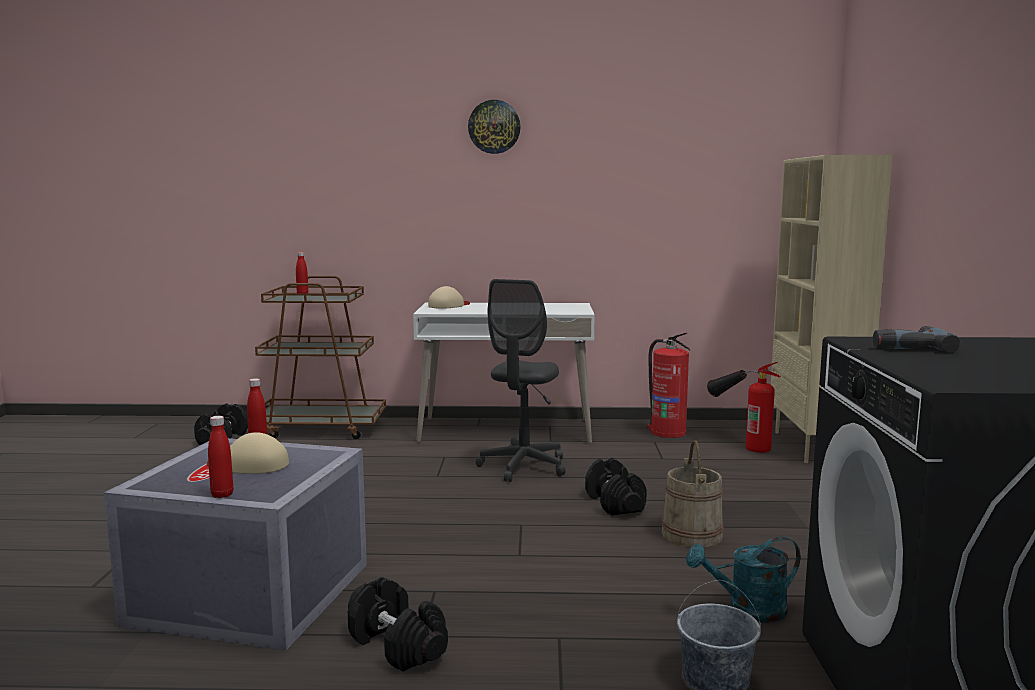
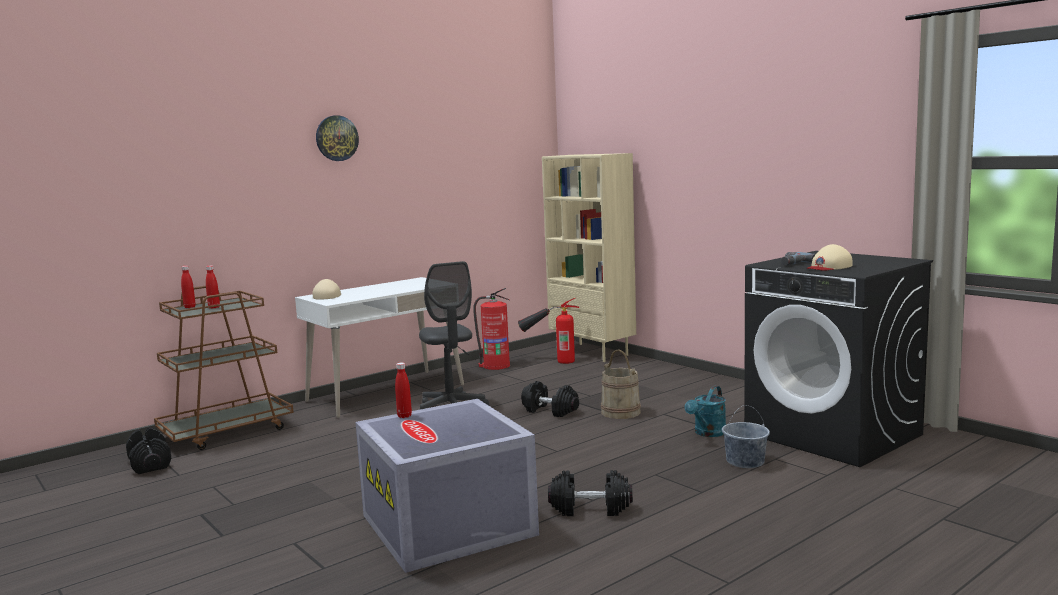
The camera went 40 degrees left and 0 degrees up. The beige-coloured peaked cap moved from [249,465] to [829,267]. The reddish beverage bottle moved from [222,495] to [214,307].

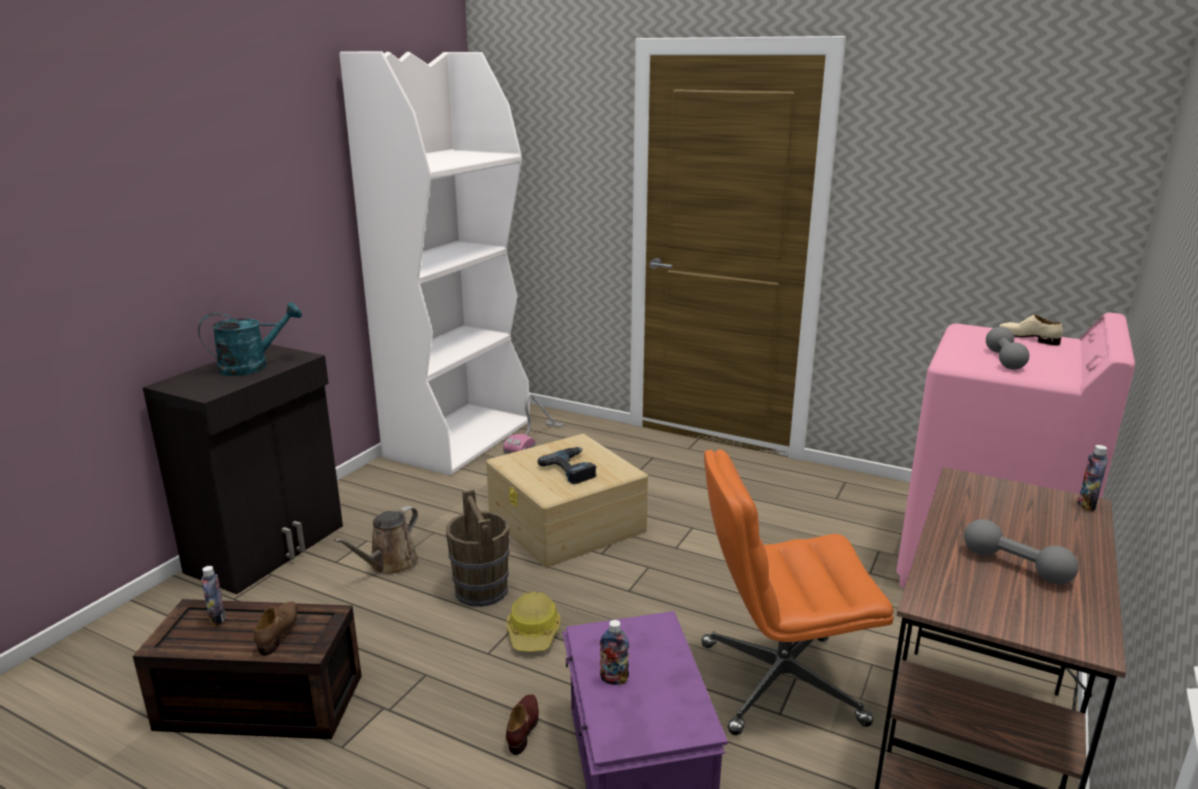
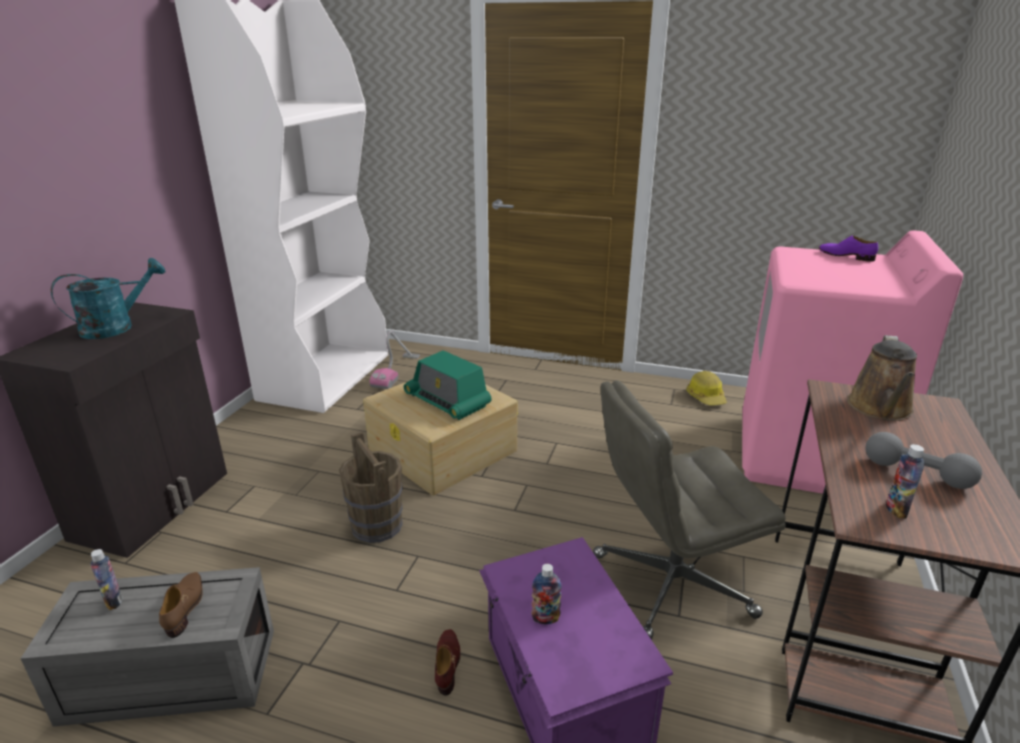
The camera went 10 degrees left and 5 degrees up. The grey free weight at [1004,360] disappeared. The brownish sprinkling can moved from [390,564] to [880,409]. The work helmet moved from [534,633] to [706,397]. The beverage bottle moved from [1086,505] to [896,510]. The electric drill at [573,469] was replaced by the radio set at [447,401]. The brownish storage container at [257,704] became the grey storage container at [167,678]. The orangey computer chair at [778,683] became the grey computer chair at [670,586]. The beige-coloured shoe at [1028,338] became the purple shoe at [846,256].

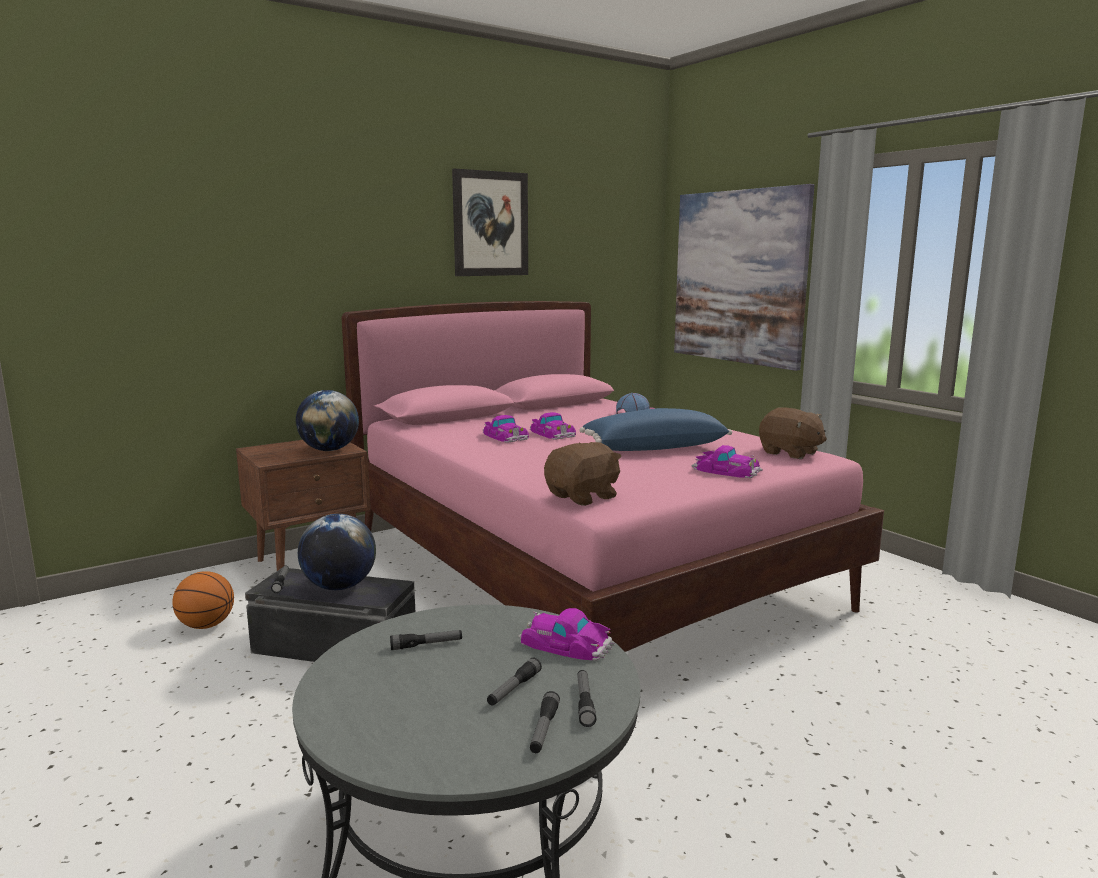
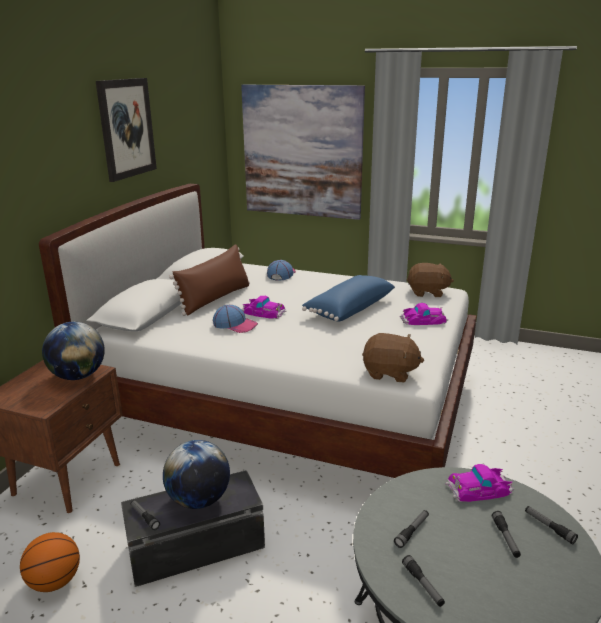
The camera went 35 degrees left and 10 degrees up. The brownish pillow at [215,298] appeared. The torch moved from [544,729] to [423,585]. The miniature car at [504,436] was replaced by the peaked cap at [235,325]. The pinkish bedroom bed at [585,570] became the white-coloured bedroom bed at [288,404]. The brownish cuddly toy at [583,497] turned 90 degrees clockwise.

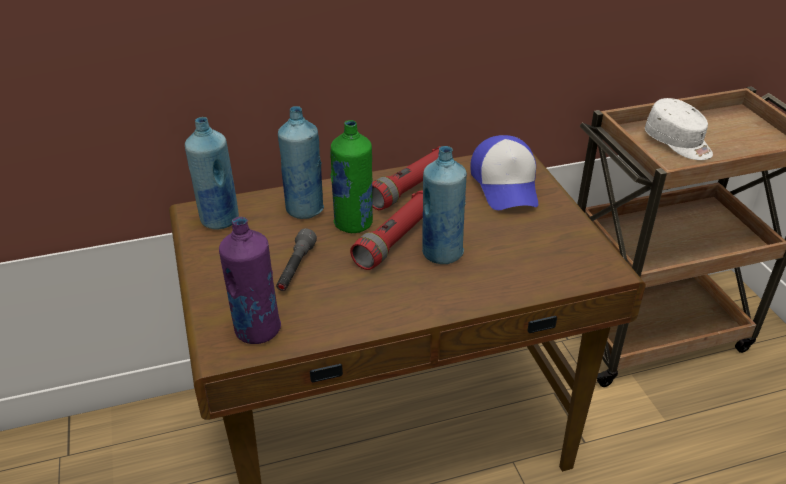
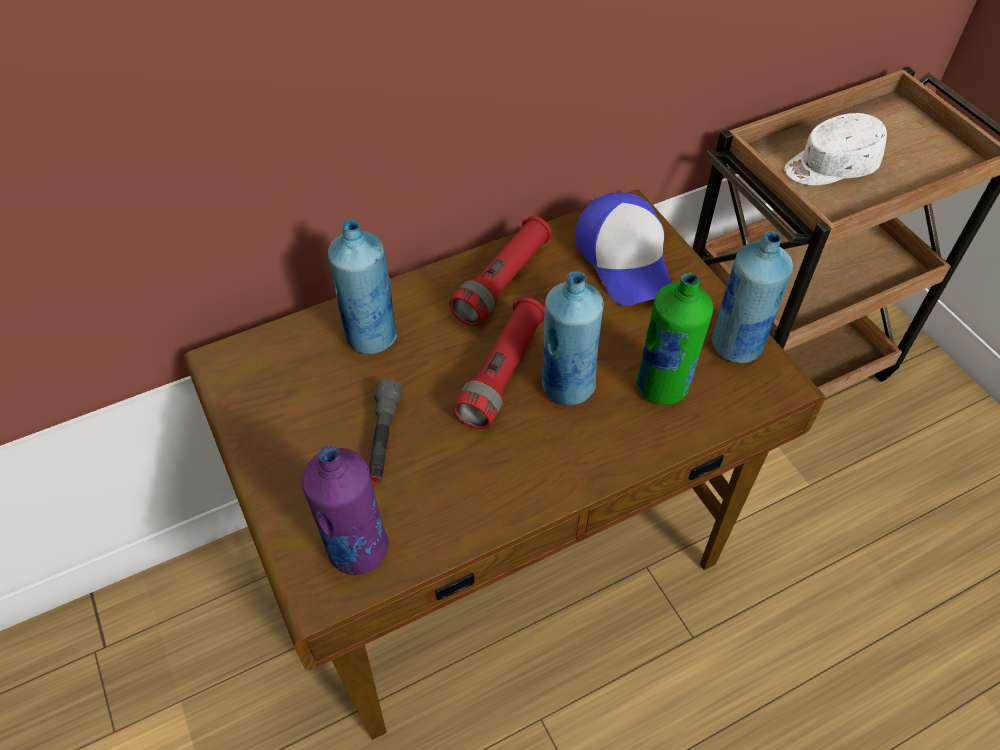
The camera went 10 degrees left and 15 degrees up. The blue-coloured beverage bottle moved from [219,220] to [736,346]. The greenish beverage bottle moved from [353,224] to [662,386]. The white-coloured peaked cap at [678,143] turned 120 degrees clockwise.

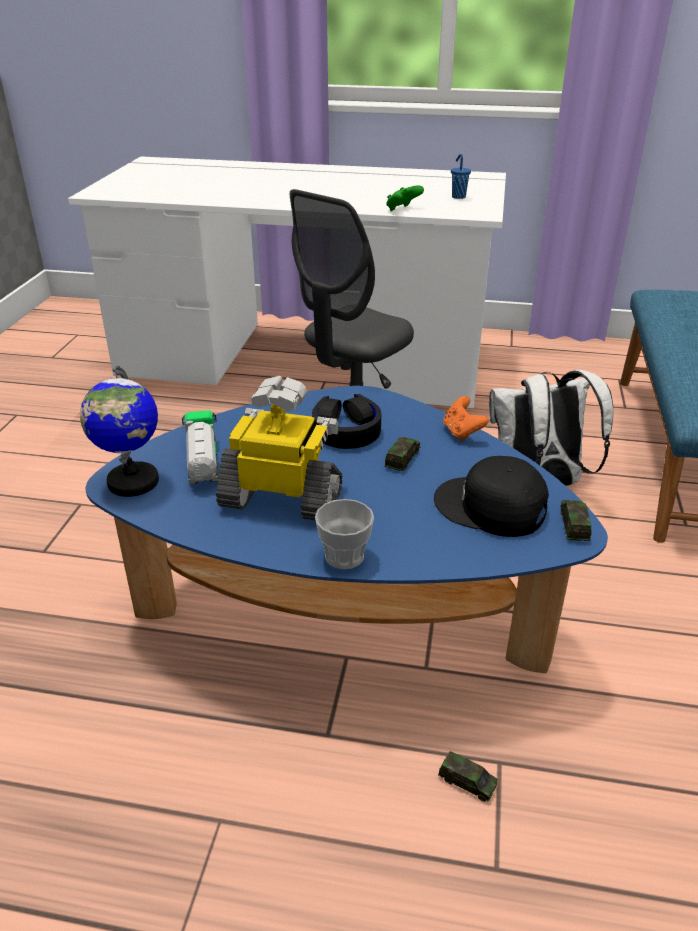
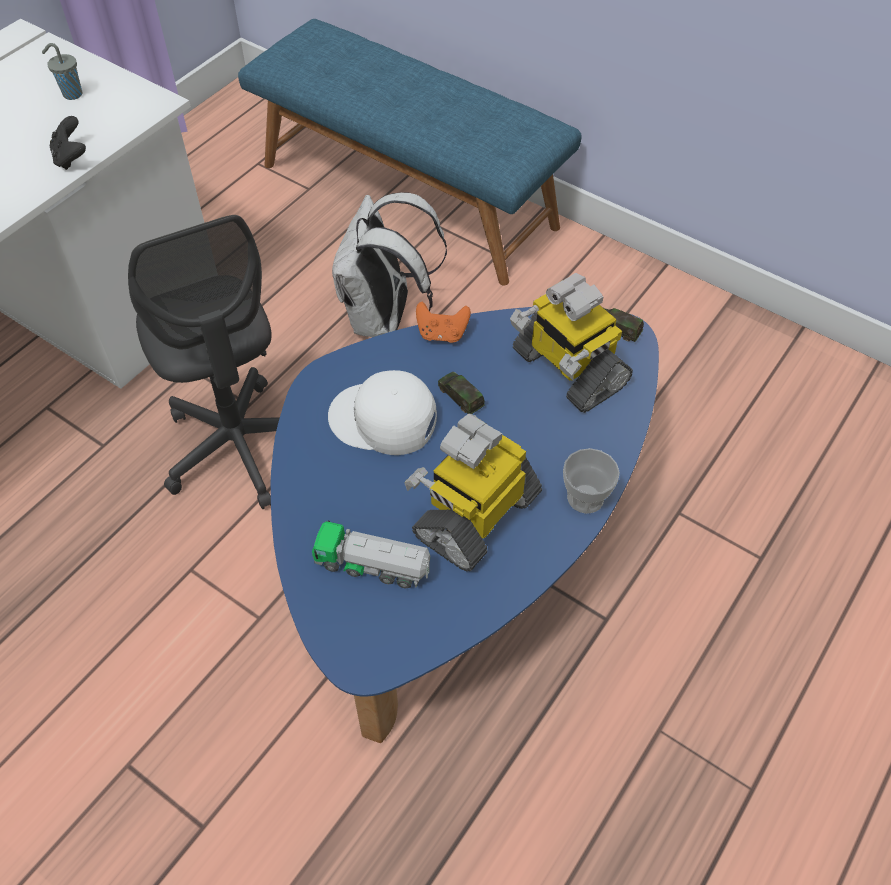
The camera went 65 degrees left and 20 degrees up. The world globe at [132,482] disappeared. The miniature car at [467,782] disappeared. The black headset at [346,430] was replaced by the white-coloured peaked cap at [383,420]. The black peaked cap at [490,507] was replaced by the model robot at [567,369]. The greenish joypad at [402,210] became the black joypad at [71,158]. The blue-coloured drinking cup at [458,197] became the grey drinking cup at [71,94].

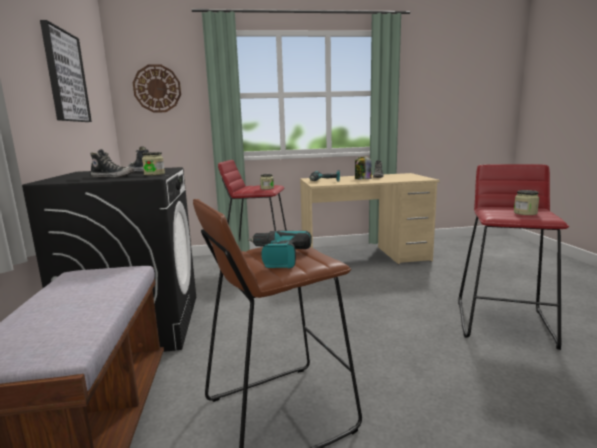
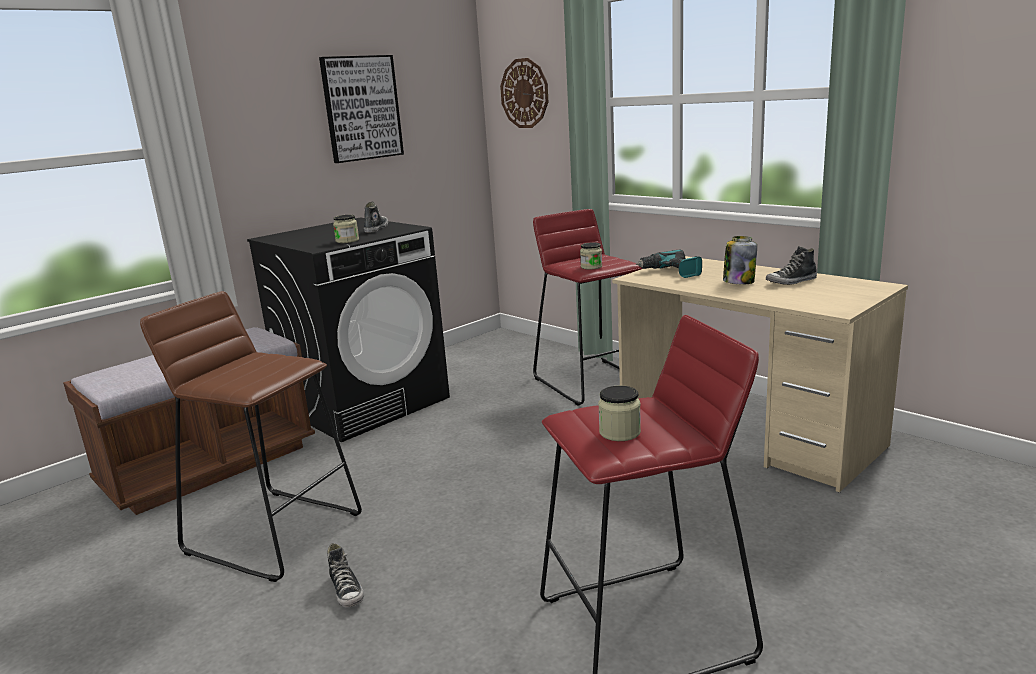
The camera went 55 degrees right and 5 degrees up. The electric drill at [277,257] disappeared. The shoe moved from [113,176] to [347,591].

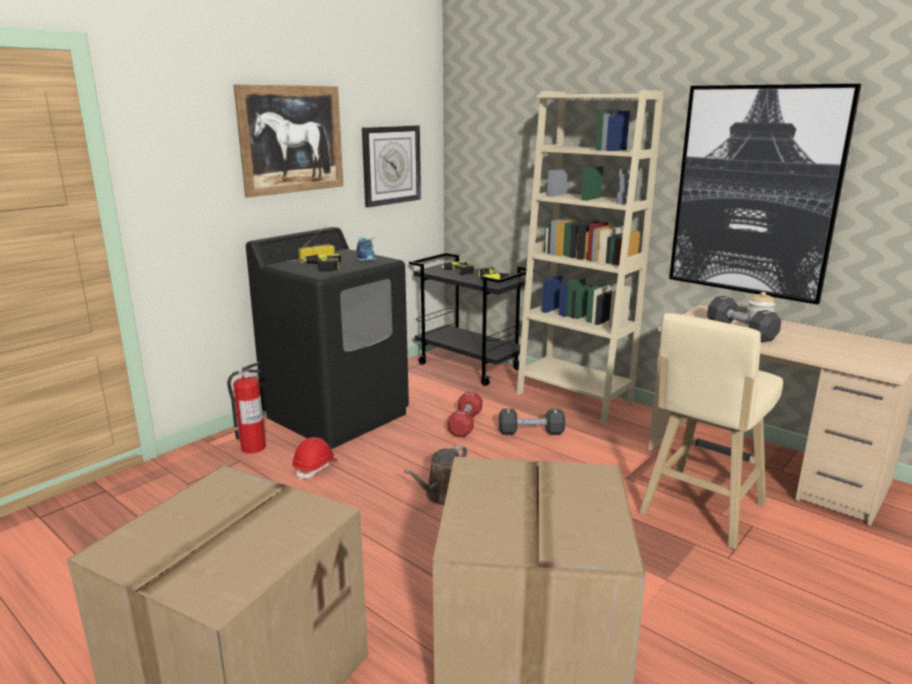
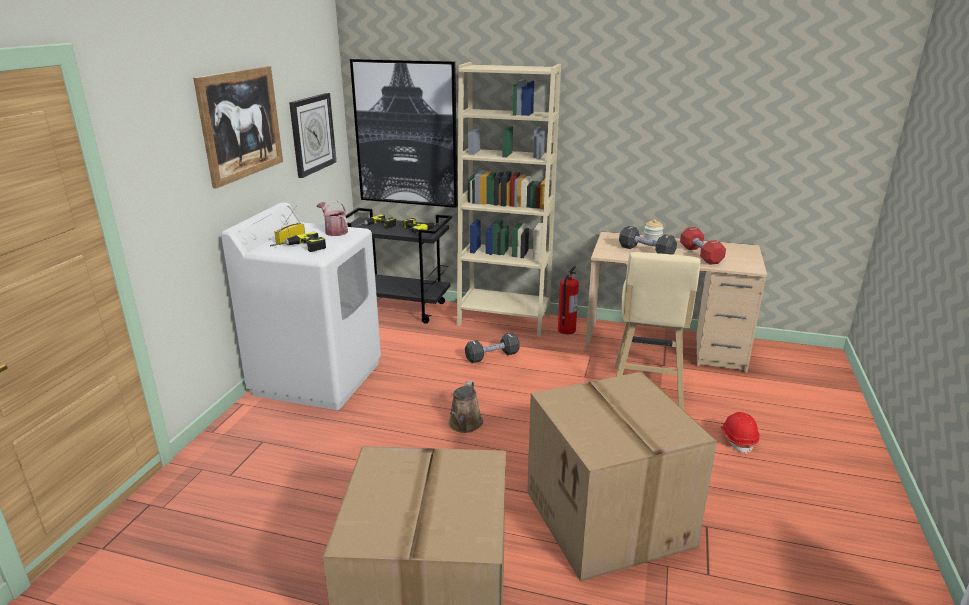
The camera went 25 degrees left and 5 degrees up. The fire-fighting cylinder moved from [252,447] to [566,330]. The reddish work helmet moved from [316,467] to [738,439]. The reddish free weight moved from [465,424] to [700,255]. The wall picture moved from [755,192] to [406,134]. The shoe at [366,258] was replaced by the sprinkling can at [334,231]. The black laundry machine at [337,415] became the white-coloured laundry machine at [318,377].

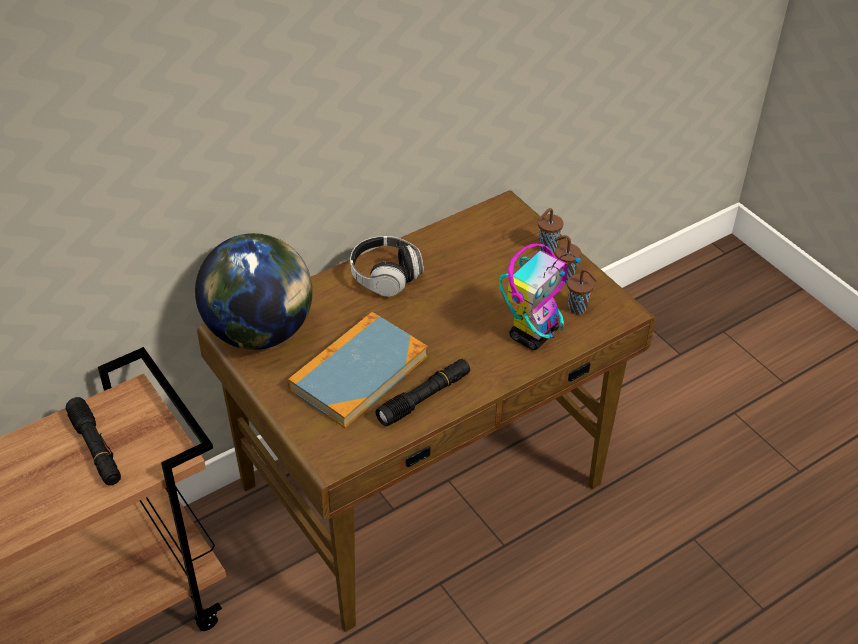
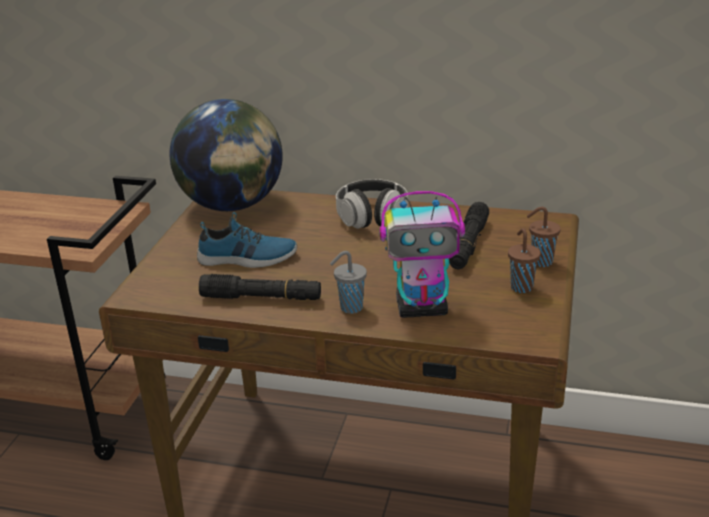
The camera went 50 degrees right and 15 degrees down. The brownish drinking cup at [578,309] disappeared. The grey drinking cup at [350,308] appeared. The black torch moved from [95,448] to [468,244]. The book at [358,372] was replaced by the shoe at [247,258].

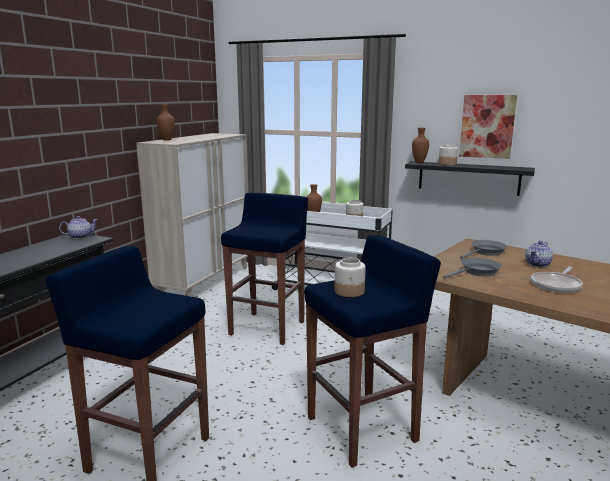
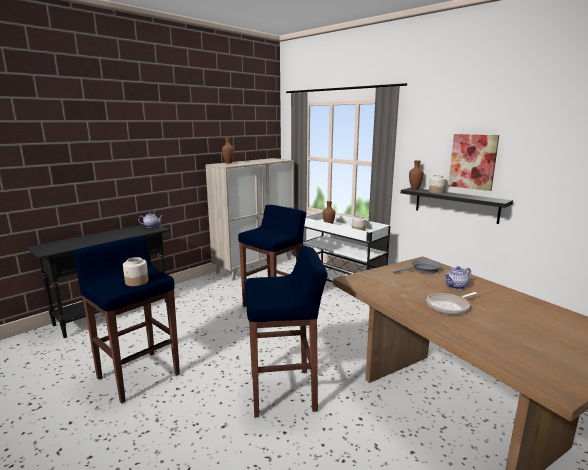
The camera went 20 degrees right and 0 degrees up. The grey frying pan at [477,272] disappeared. The preserve jar moved from [349,291] to [137,282].

